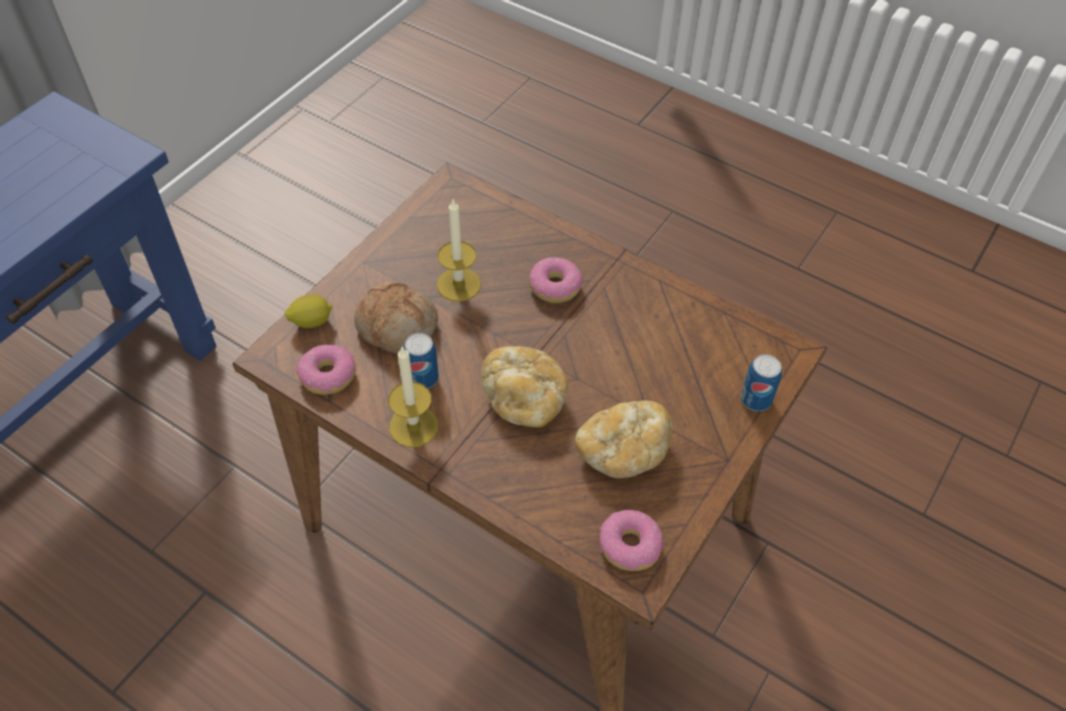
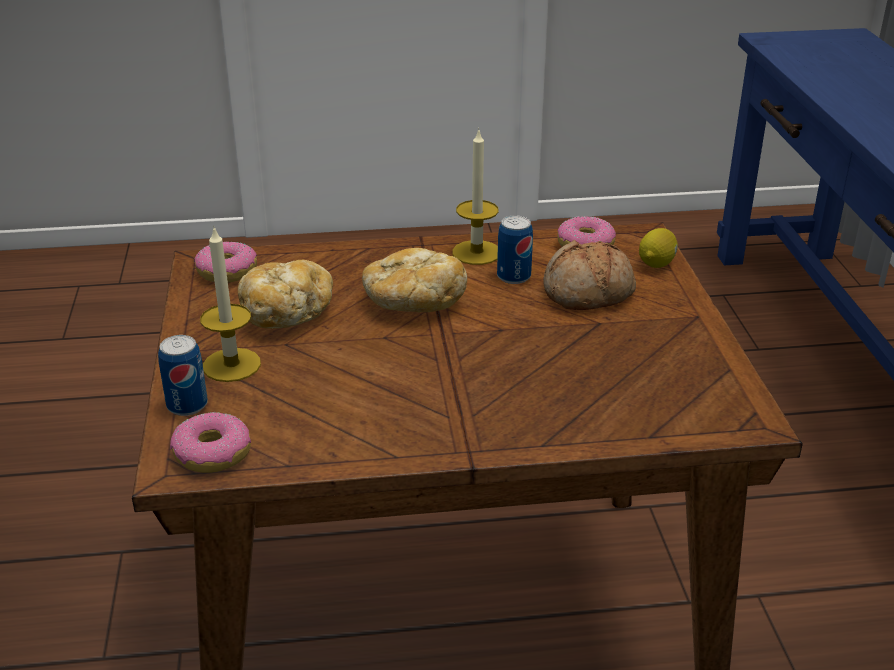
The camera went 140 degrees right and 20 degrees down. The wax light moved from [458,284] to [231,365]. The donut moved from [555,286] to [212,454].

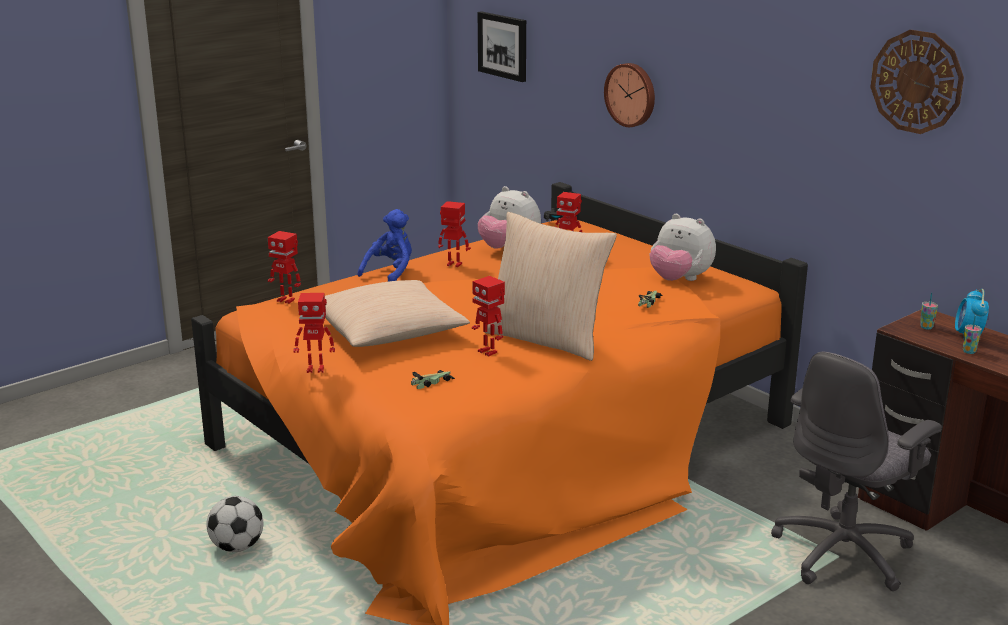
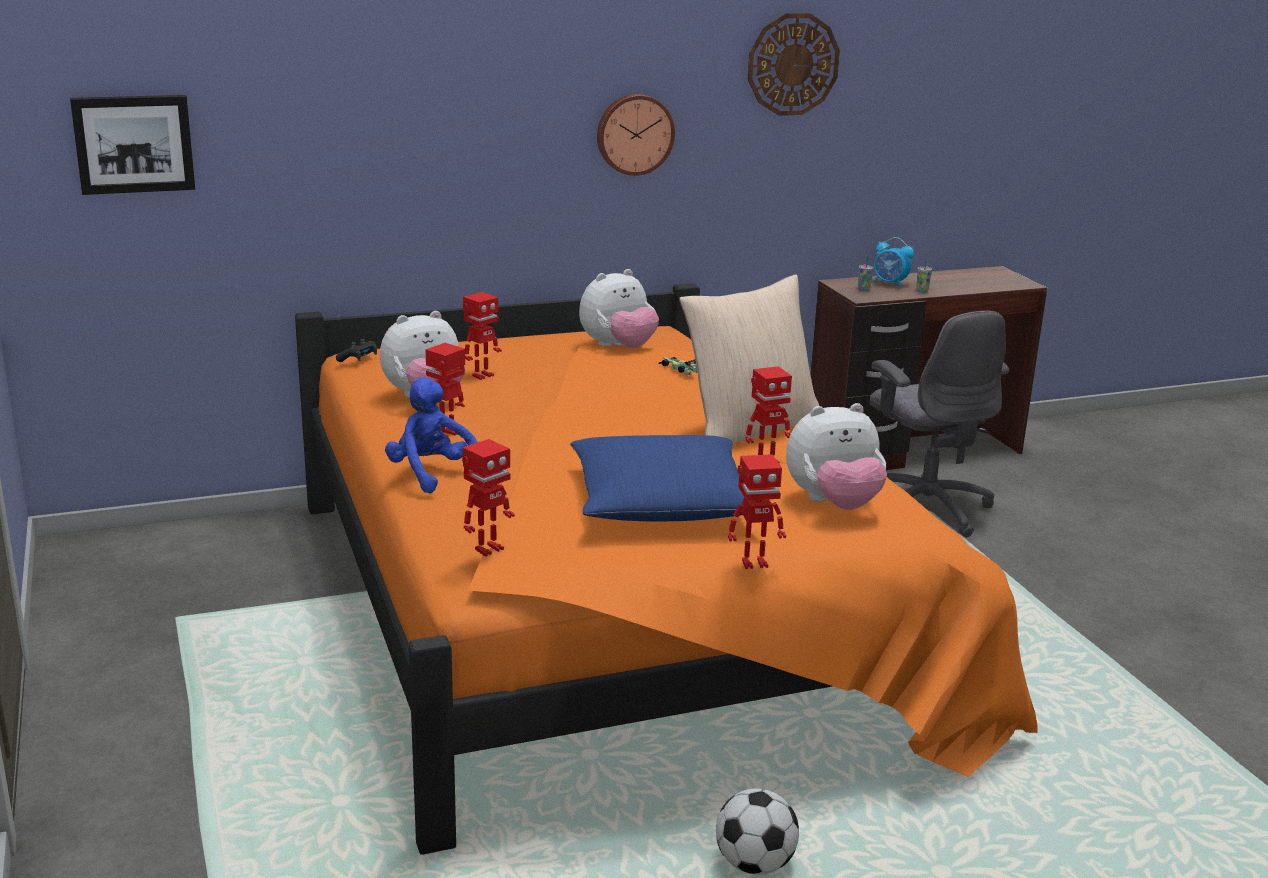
The camera went 70 degrees left and 0 degrees up. The hanging clock moved from [631,94] to [634,134]. The miniature car at [431,382] was replaced by the cuddly toy at [833,504]. The beige-coloured pillow at [389,331] became the blue-coloured pillow at [661,502]. The model robot at [316,369] turned 60 degrees clockwise.

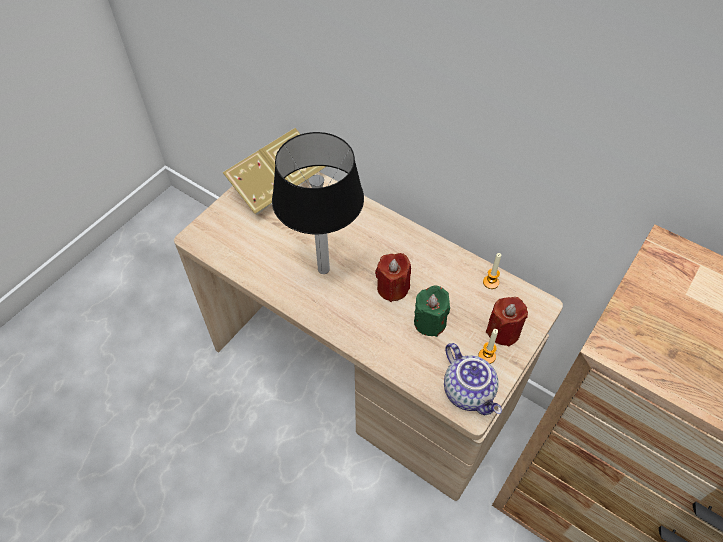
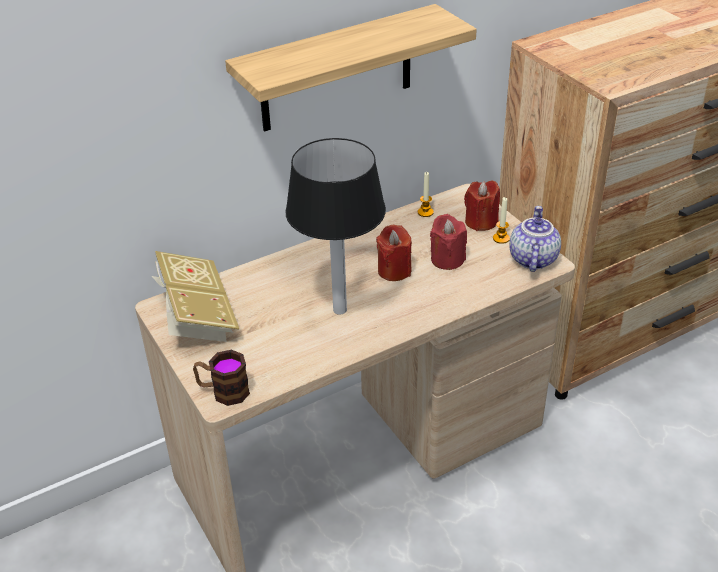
The camera went 65 degrees left and 15 degrees down. The coffee mug at [223,391] appeared. The bracket shelf at [336,69] appeared. The greenish wax light at [430,322] became the reddish wax light at [447,259]. The teapot at [469,392] turned 75 degrees counterclockwise.

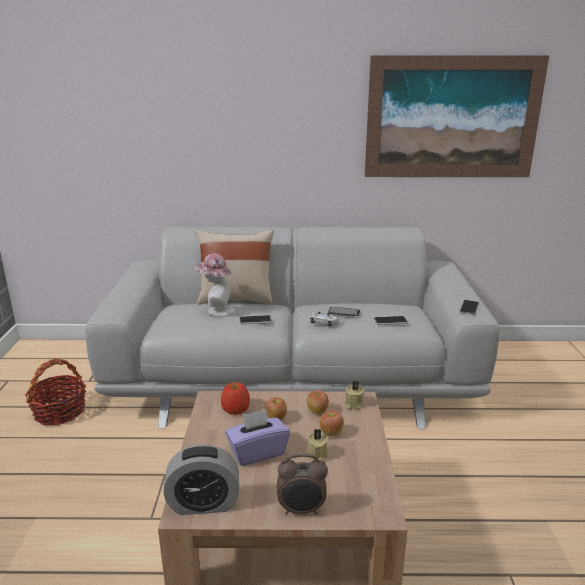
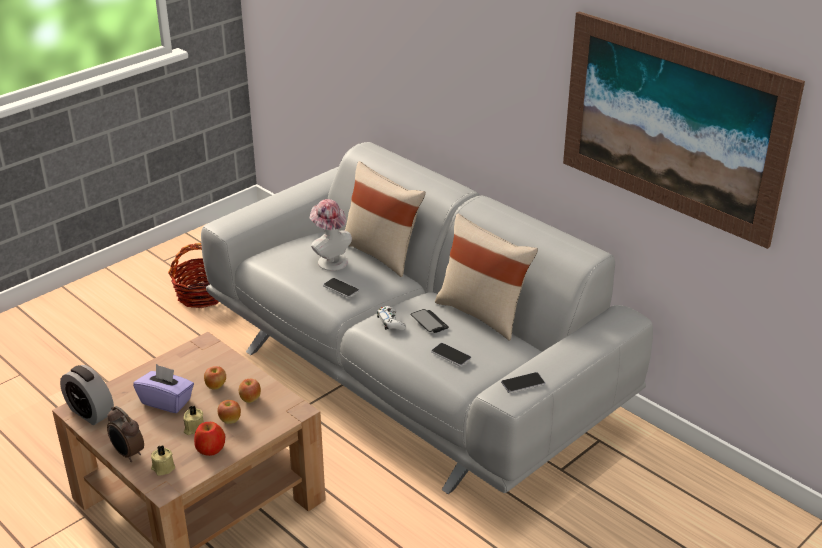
The camera went 45 degrees right and 10 degrees up. The beige-coloured pillow at [483,313] appeared. The whole apple moved from [235,408] to [210,448]. The beige-coloured wax light moved from [353,404] to [163,468].

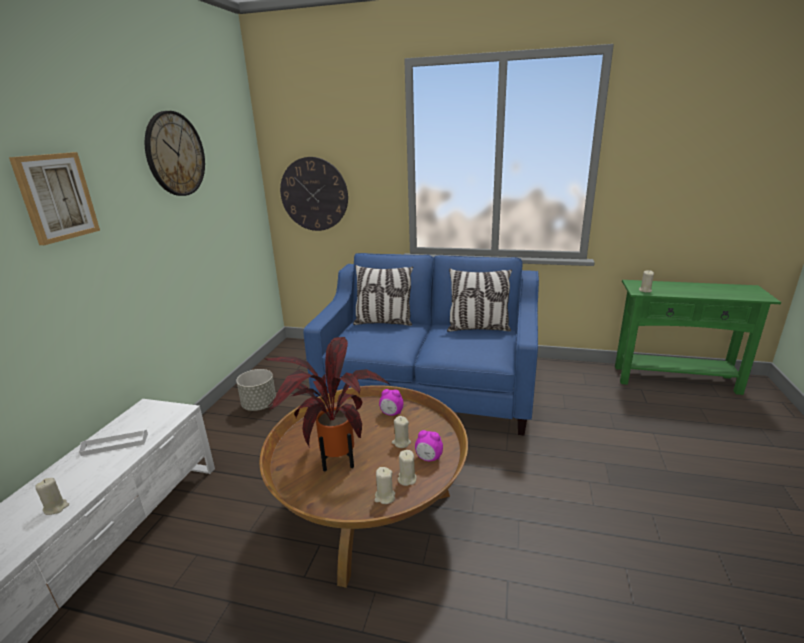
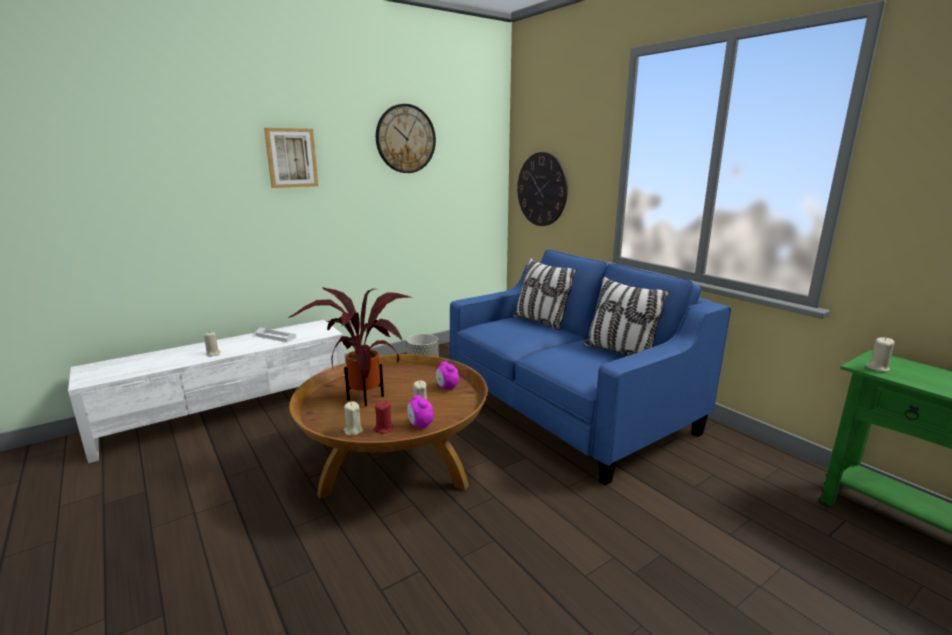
The camera went 40 degrees right and 5 degrees down. The beige-coloured wax light at [407,479] became the reddish wax light at [384,429].

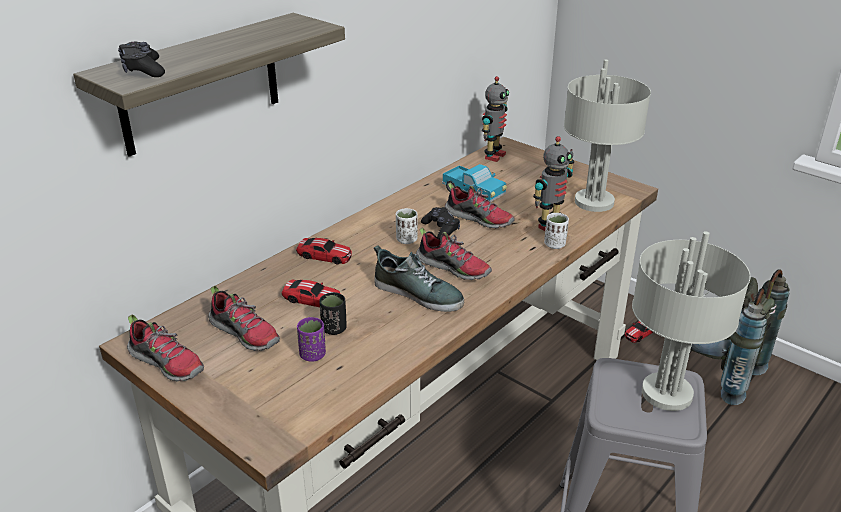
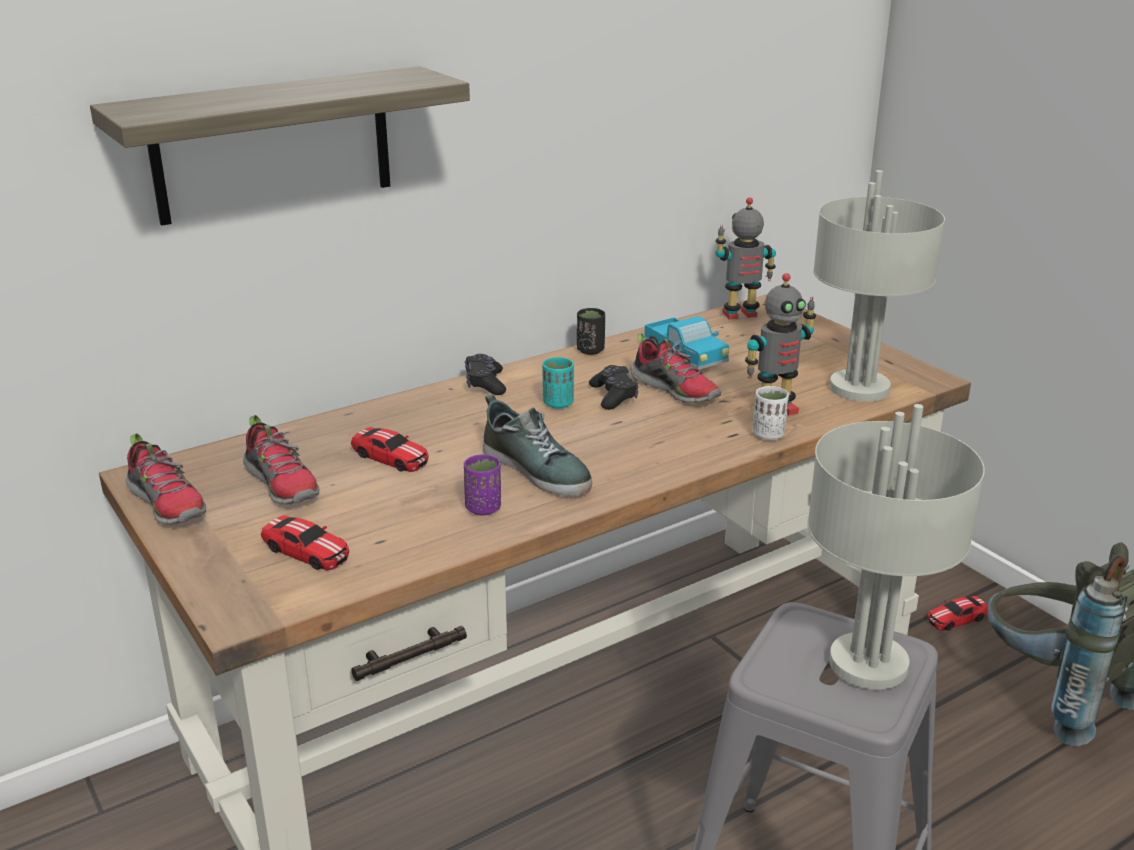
The camera went 15 degrees right and 5 degrees down. The shoe at [454,268] disappeared. The black joypad moved from [143,69] to [485,383]. The miniature car moved from [324,255] to [306,551]. The purple drinking cup moved from [313,355] to [483,508]. The black drinking cup moved from [334,329] to [590,350]. The white-coloured drinking cup at [406,240] became the blue-green drinking cup at [558,403]. The model robot at [493,156] turned 150 degrees counterclockwise.

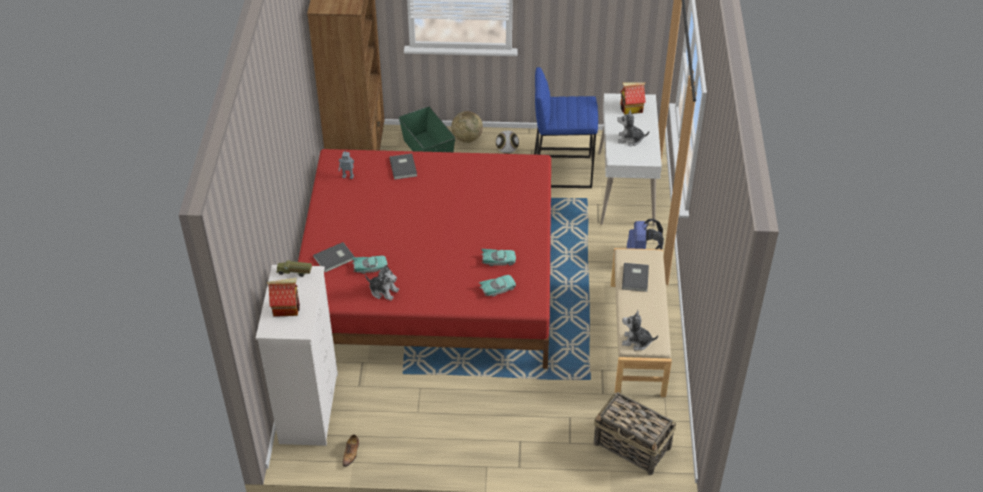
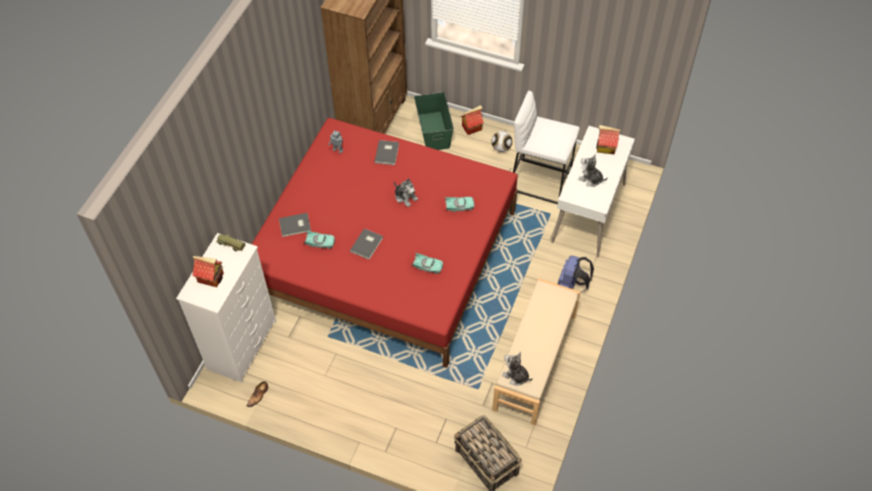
The camera went 20 degrees right and 10 degrees up. The cuddly toy moved from [383,291] to [405,197]. The blue-green miniature car moved from [497,289] to [459,206]. The grey book moved from [636,278] to [367,244]. The world globe at [467,138] was replaced by the miniature house at [472,127]. The blue-coloured stool at [562,171] became the white-coloured stool at [540,181].

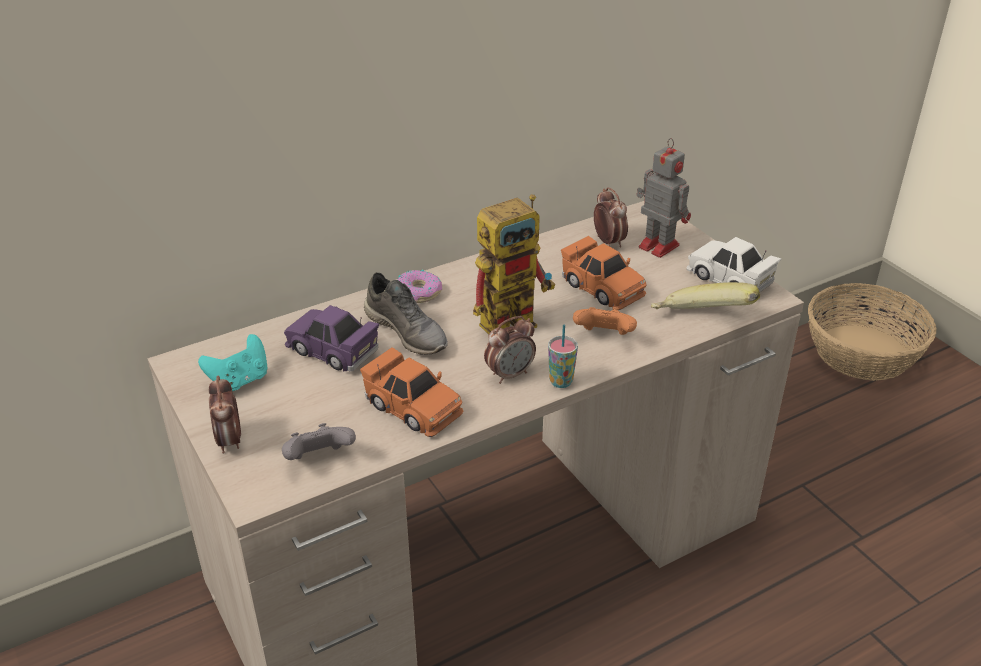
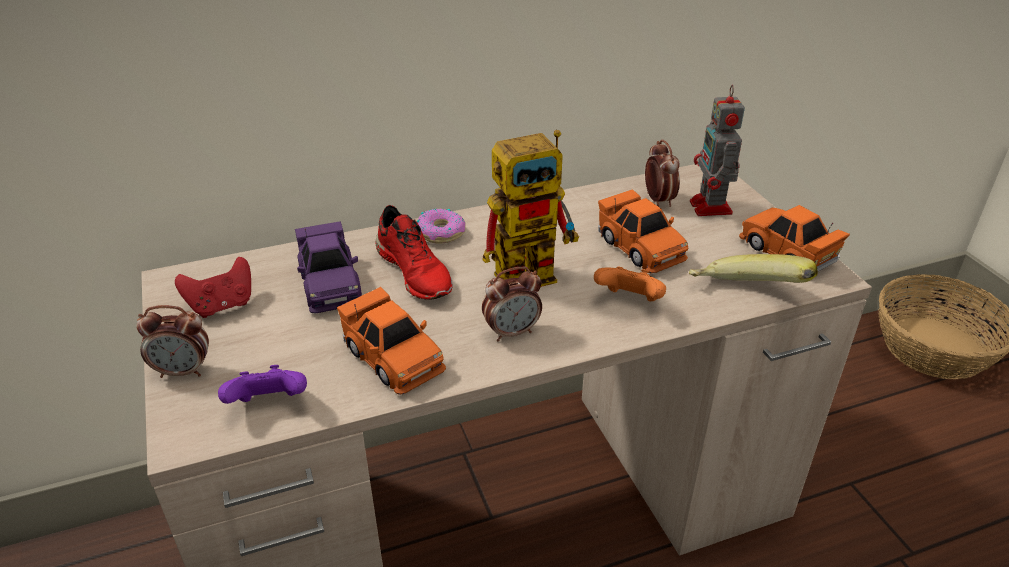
The camera went 10 degrees right and 0 degrees up. The drinking cup at [561,382] disappeared. The blue-green joypad at [240,381] became the reddish joypad at [222,305]. The grey joypad at [319,459] became the purple joypad at [269,405]. The grey shoe at [407,331] became the reddish shoe at [416,272]. The white-coloured miniature car at [729,279] became the orangey miniature car at [787,252]. The bedside clock at [230,441] turned 90 degrees counterclockwise. The purple miniature car at [332,350] turned 150 degrees counterclockwise. The model robot at [657,245] turned 150 degrees counterclockwise.

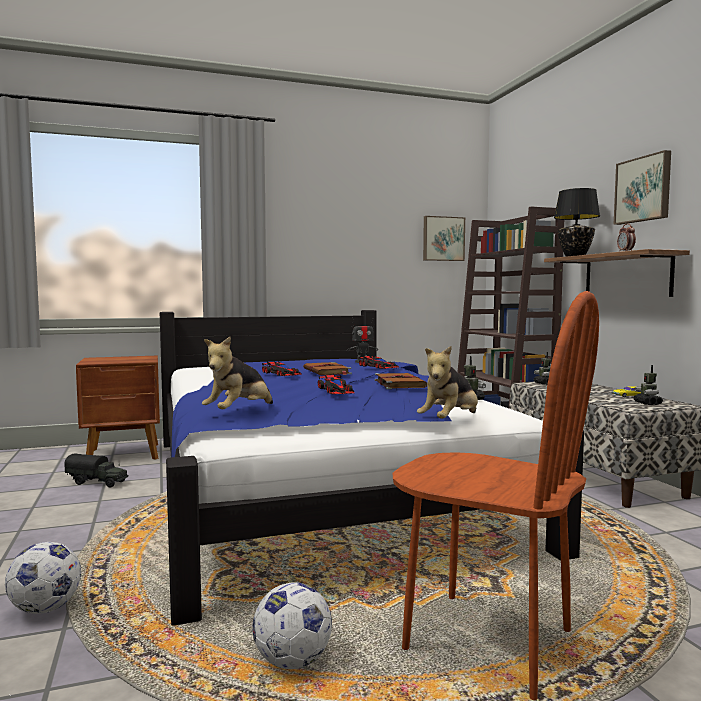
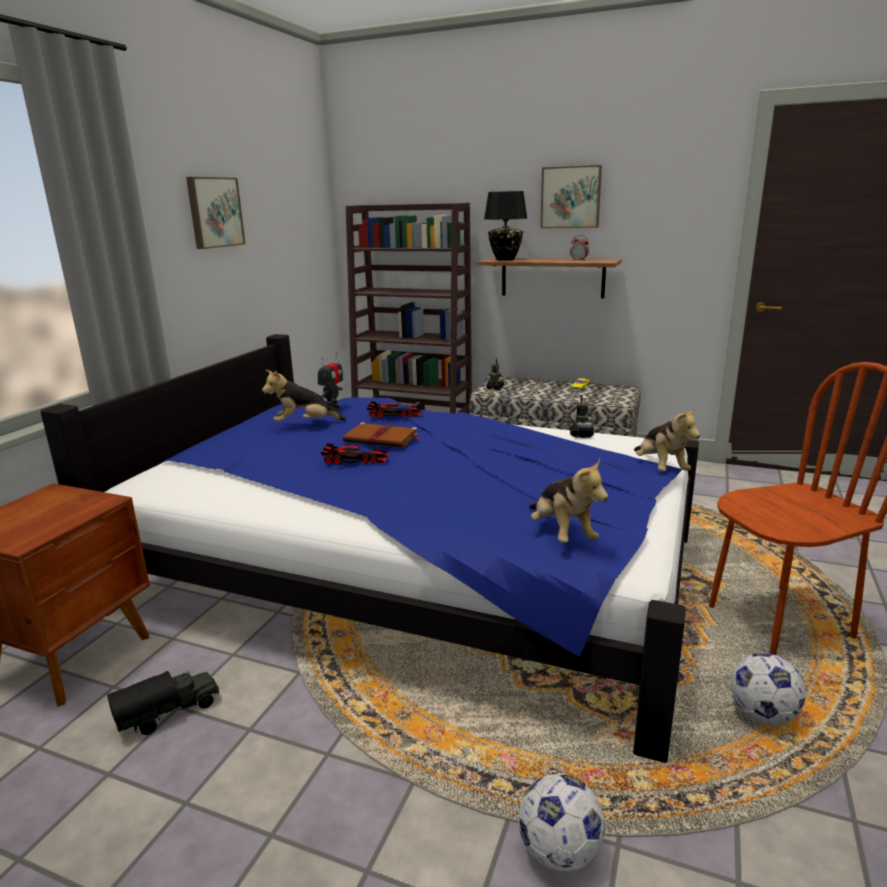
The camera went 50 degrees left and 15 degrees up. The miniature car at [335,390] disappeared. The brownish book at [399,383] disappeared. The model robot at [647,403] disappeared. The cuddly toy at [305,424] appeared. The wall picture moved from [443,239] to [214,212].

